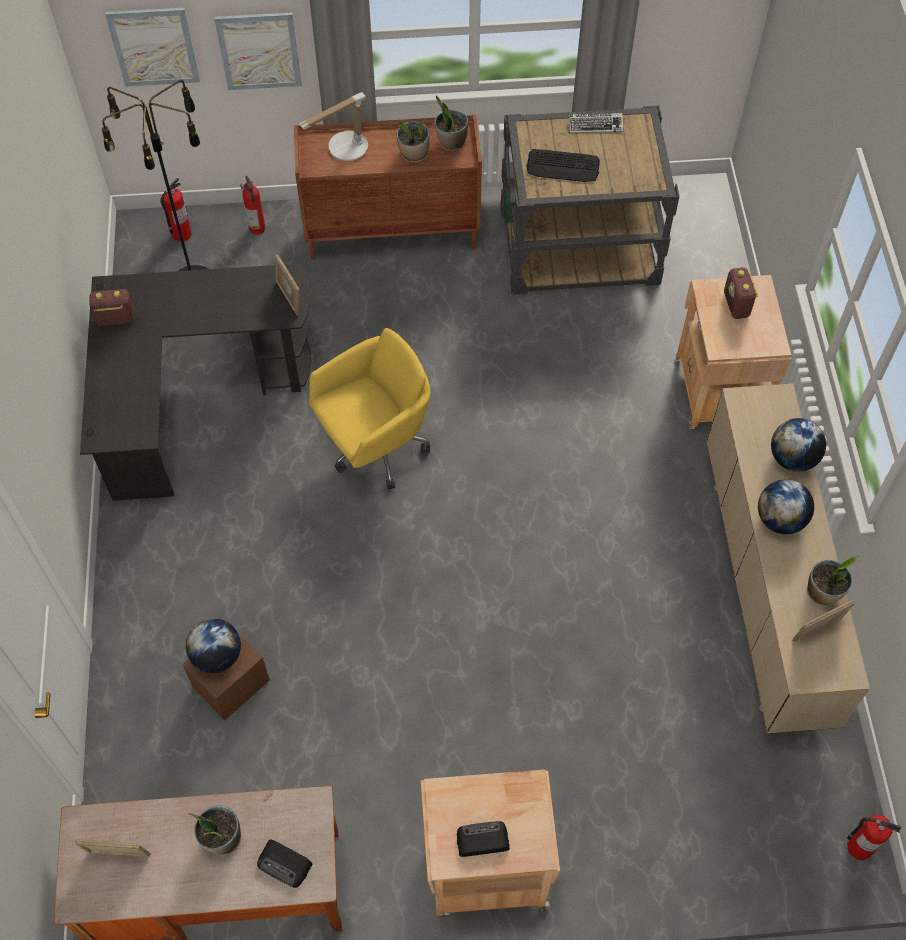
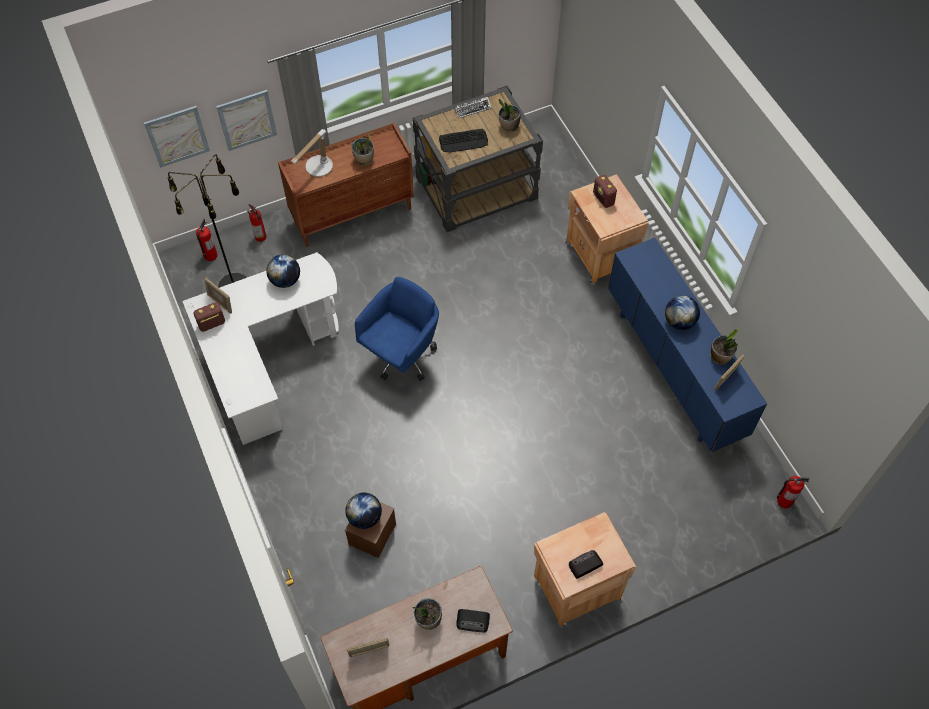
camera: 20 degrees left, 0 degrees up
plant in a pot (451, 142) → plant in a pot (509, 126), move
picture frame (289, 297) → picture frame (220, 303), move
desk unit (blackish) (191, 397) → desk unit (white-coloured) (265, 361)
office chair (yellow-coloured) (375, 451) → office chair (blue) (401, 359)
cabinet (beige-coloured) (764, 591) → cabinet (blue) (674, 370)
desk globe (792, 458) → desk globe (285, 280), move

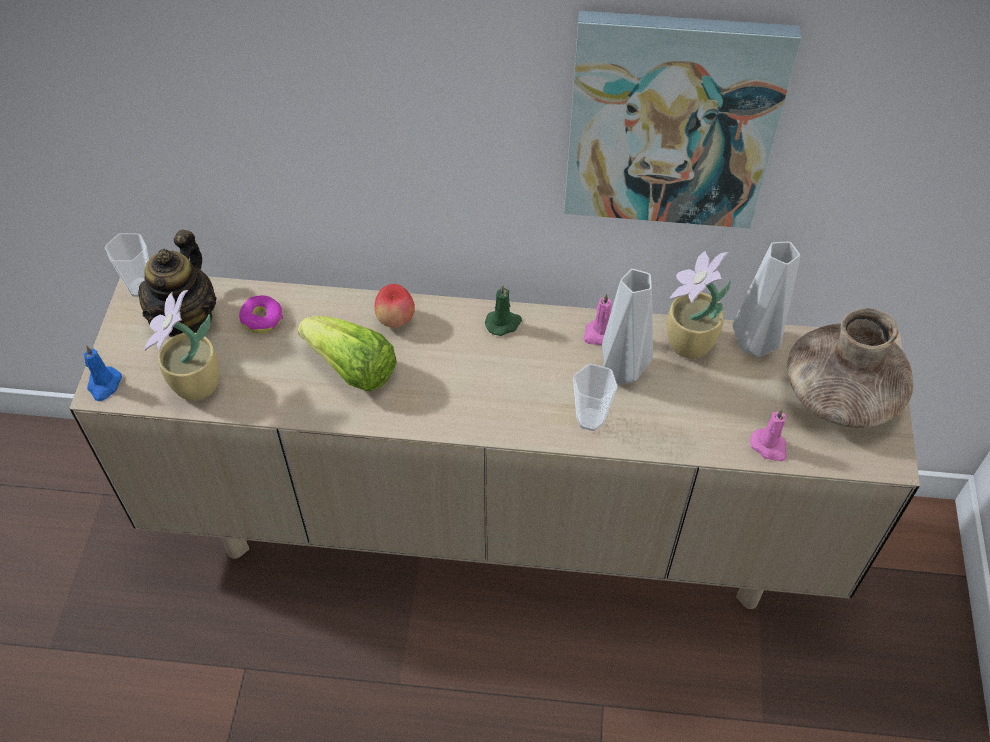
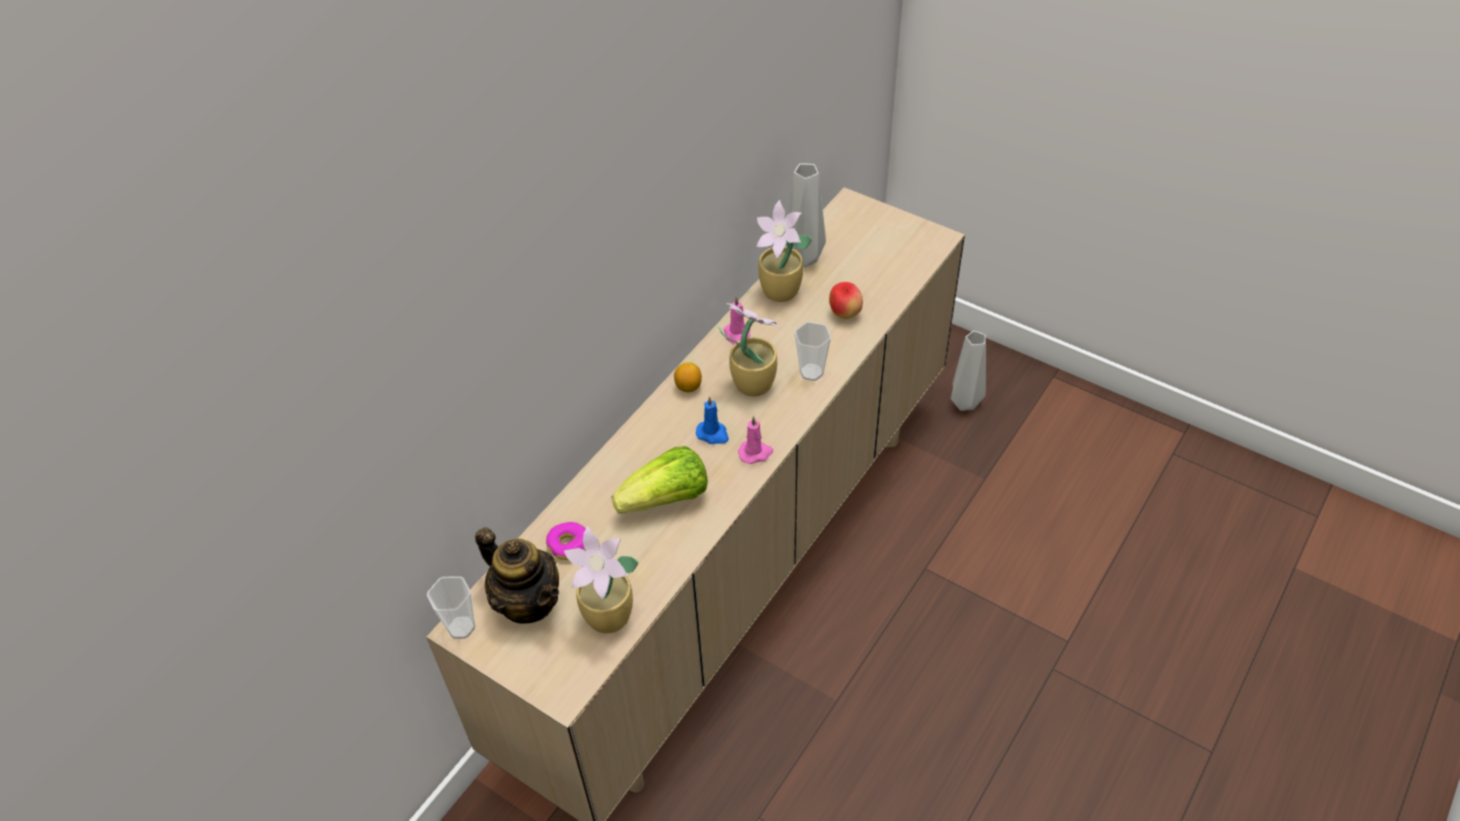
camera: 60 degrees left, 5 degrees down
wall picture (671, 122) → -
decorative vase (grey) (620, 372) → decorative vase (grey) (965, 404), move
apple fruit (395, 320) → apple fruit (845, 314), move
wax light (green) (503, 323) → citrus fruit (688, 386)
decorative vase (brownish) (840, 394) → -
wax light (blue) (104, 385) → wax light (blue) (713, 434), move
wax light (pink) (769, 446) → wax light (pink) (755, 453), move
- → plant in a pot (752, 382)

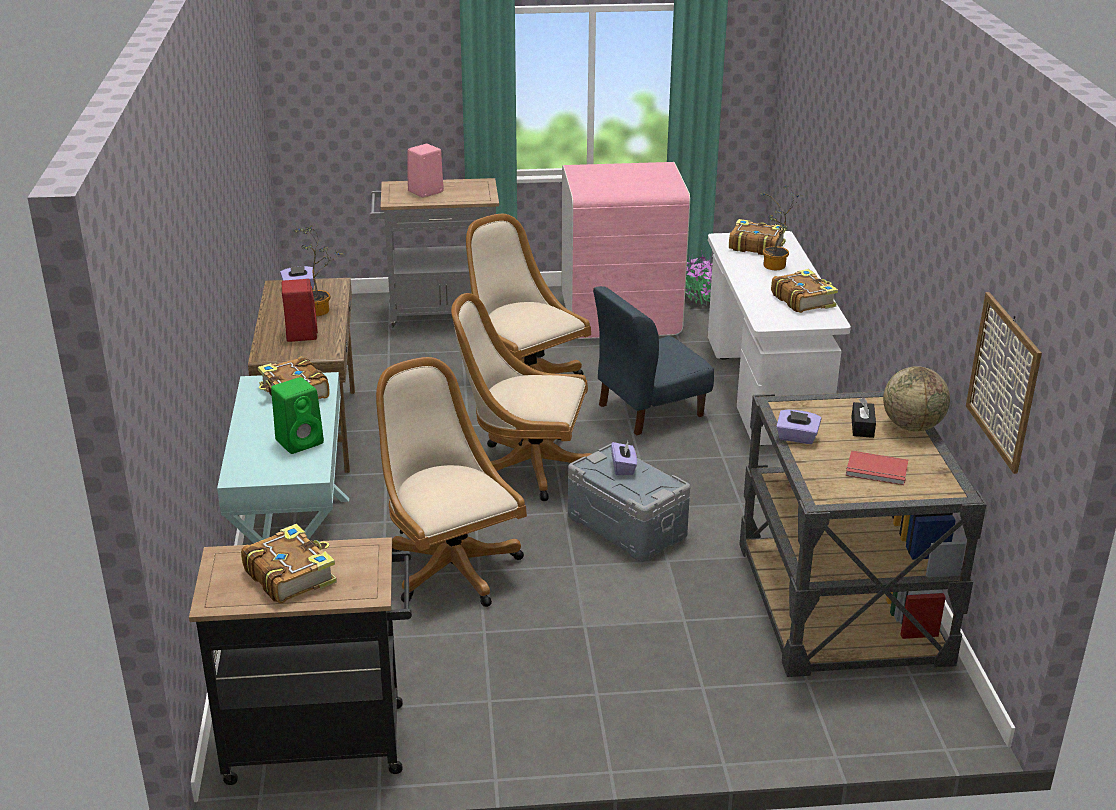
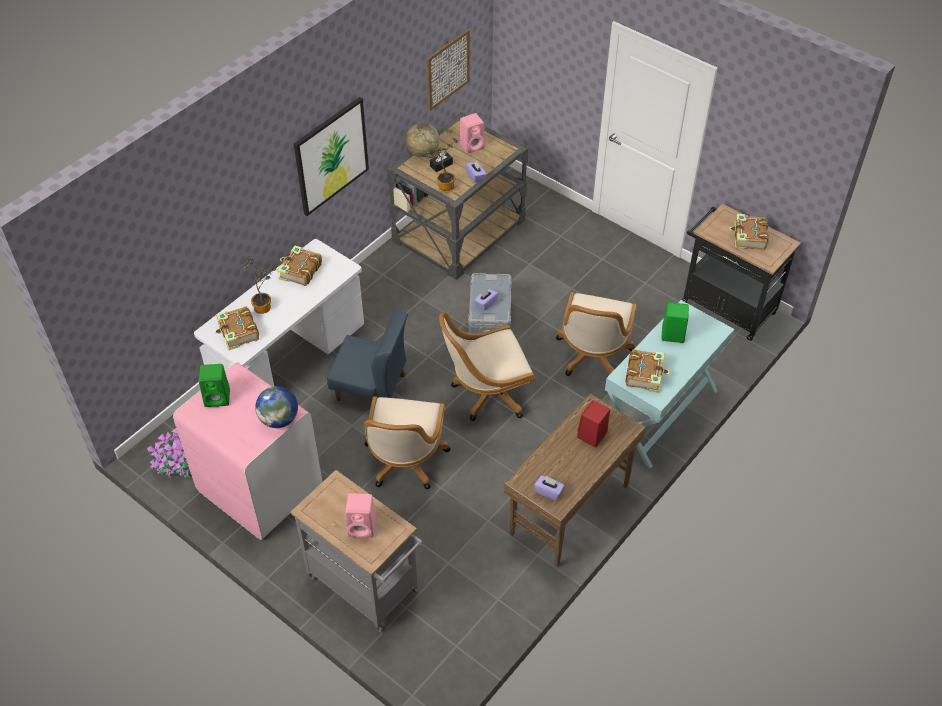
camera: 135 degrees left, 20 degrees up
plant in a pot (321, 310) → plant in a pot (443, 185), move
office chair (525, 466) → office chair (487, 394), 105 degrees clockwise
volume (reddish) (877, 471) → loudspeaker (pink) (472, 146)
- → wall picture (331, 156)
- → loudspeaker (green) (218, 397)
- → desk globe (279, 419)

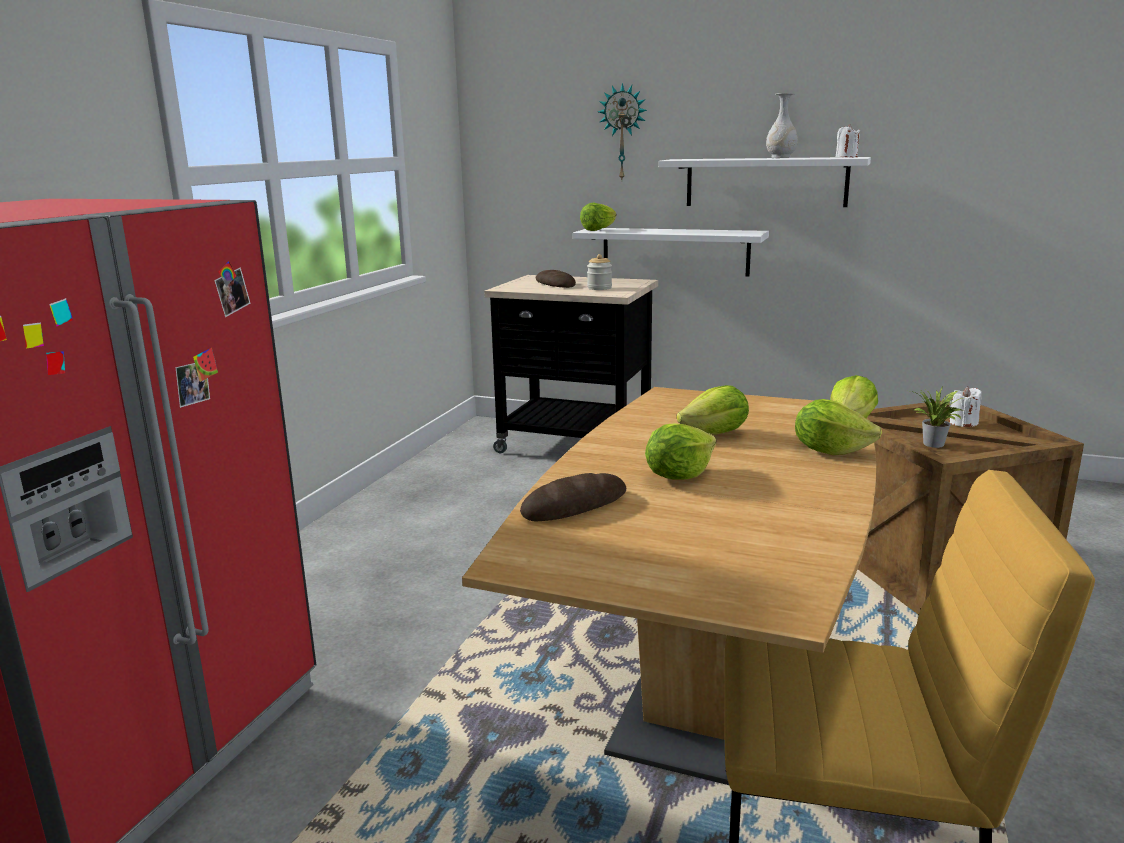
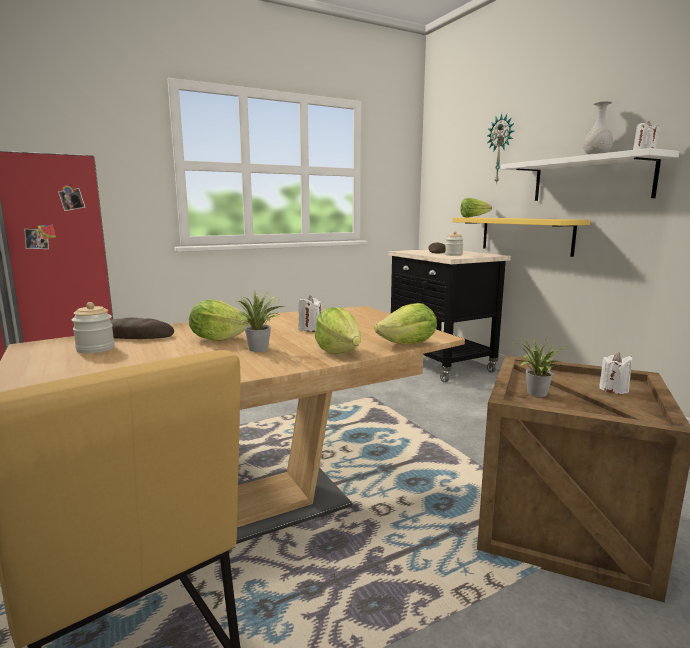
camera: 40 degrees right, 5 degrees down
shelf (white-coloured) (675, 251) → shelf (yellow-coloured) (525, 235)
head of lettuce (715, 434) → wax light (white-coloured) (310, 329)
- → plant in a pot (260, 349)
- → storage jar (95, 349)

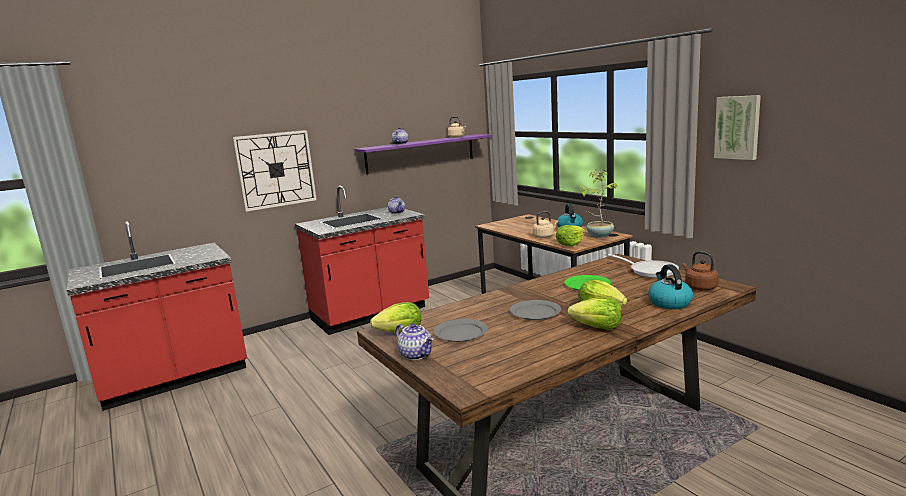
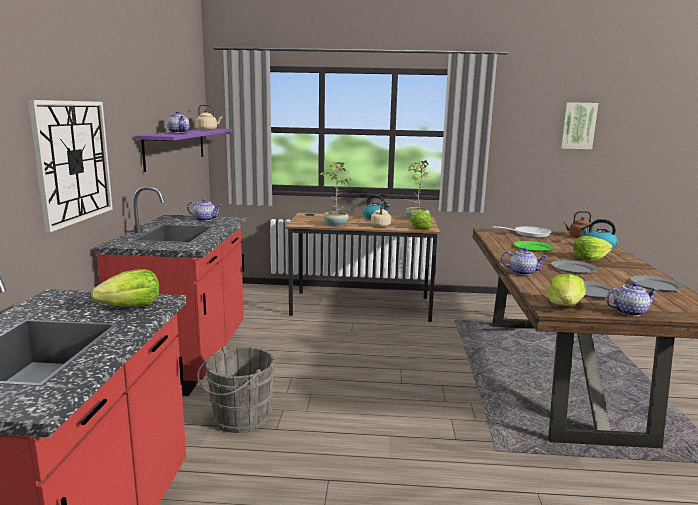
camera: 55 degrees left, 0 degrees up
wall picture (738, 127) → wall picture (578, 125), move
head of lettuce (597, 327) → head of lettuce (131, 306), move
- → plant in a pot (335, 225)
- → teapot (522, 272)
- → dinner plate (grey) (655, 285)
- → water bucket (grey) (238, 418)

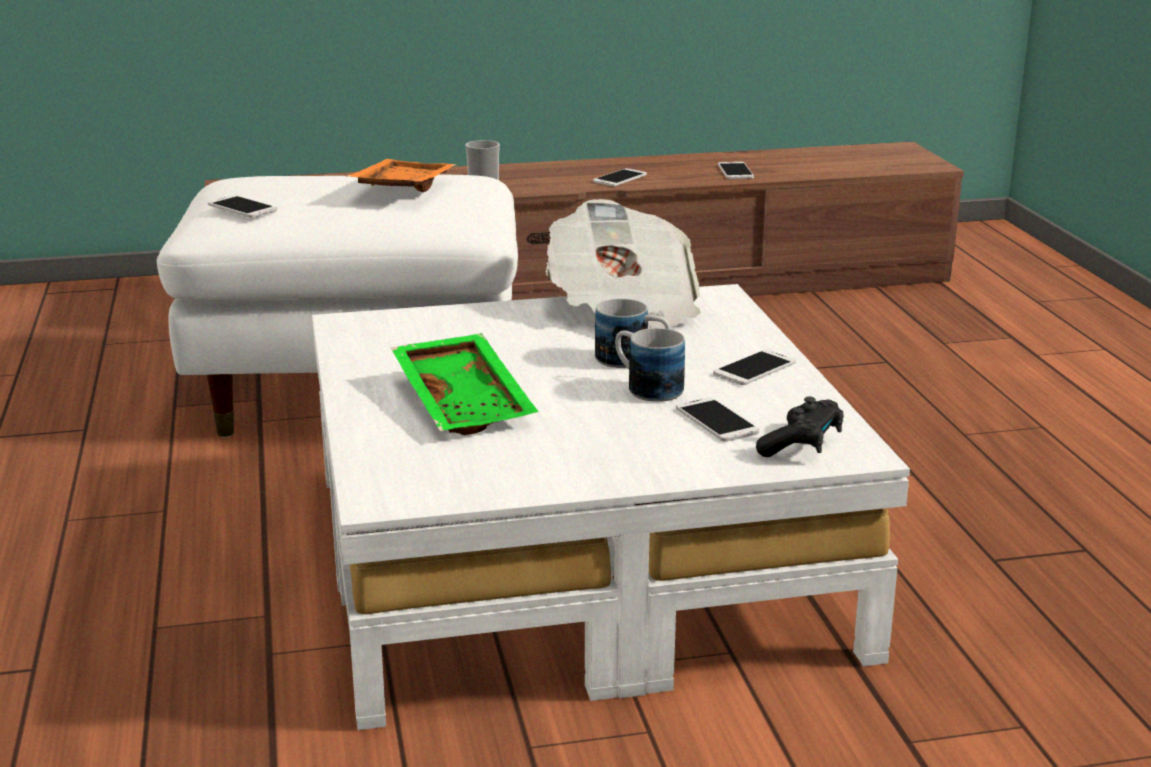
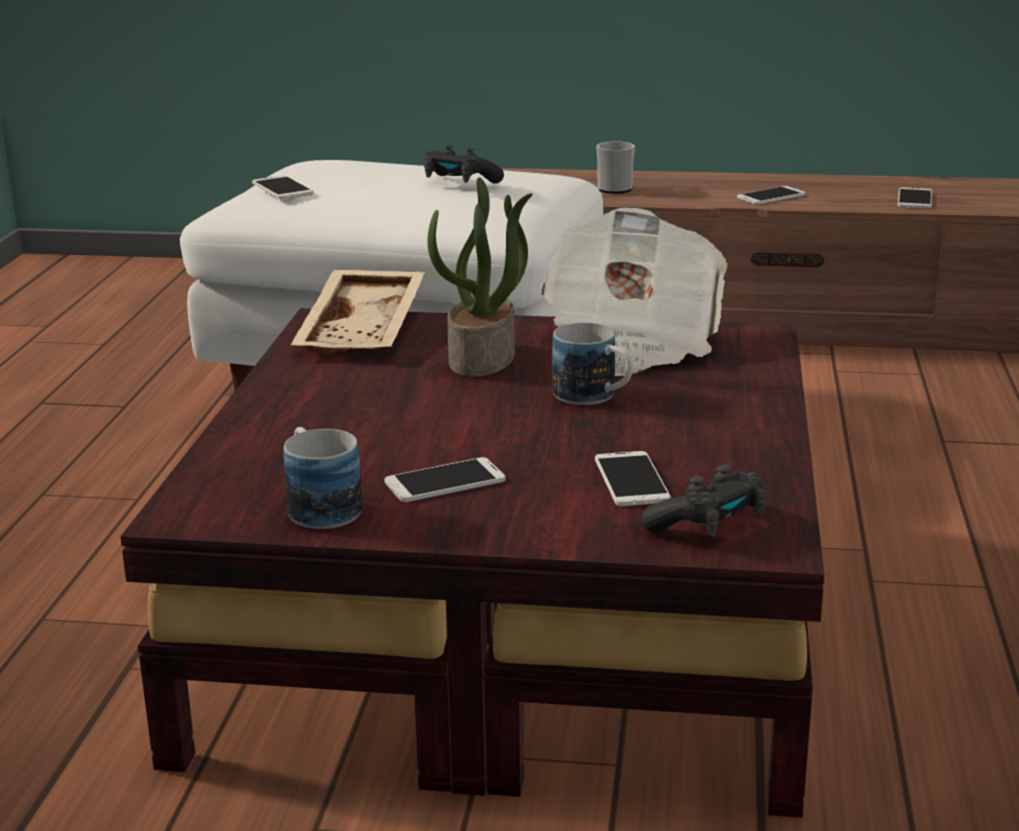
camera: 20 degrees right, 0 degrees up
serving tray (orangey) (401, 189) → game controller (blackish) (459, 183)
low table (white-coloured) (570, 559) → low table (brownish) (508, 620)
tea mug (646, 387) → tea mug (319, 506), move
serving tray (green) (466, 402) → -
phone (754, 368) → phone (445, 481), move
- → plant in a pot (483, 359)
- → serving tray (beige-coloured) (365, 331)

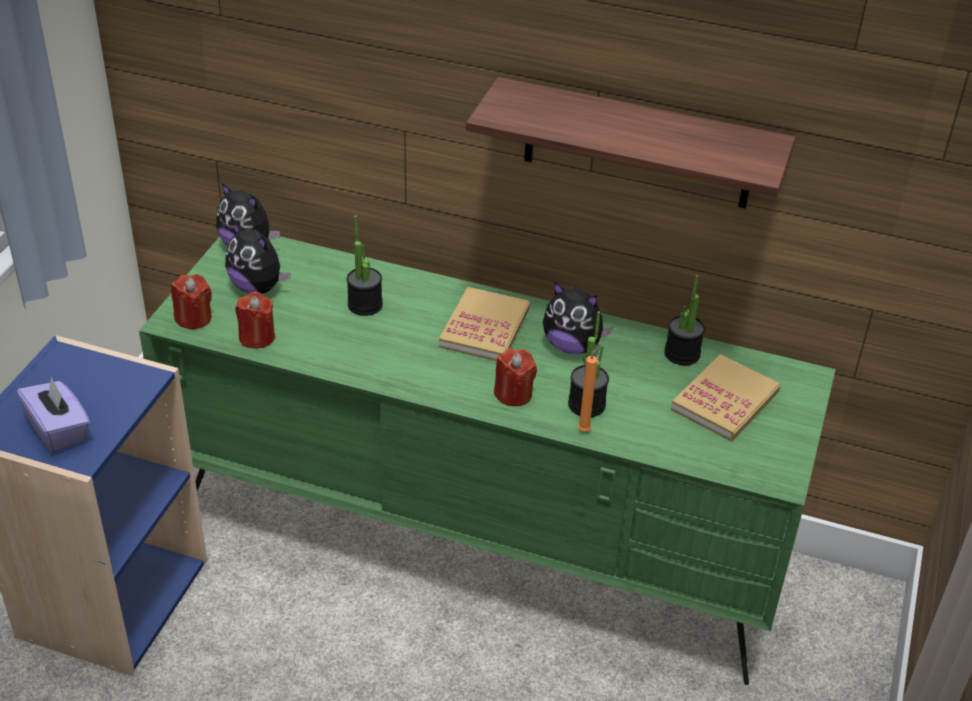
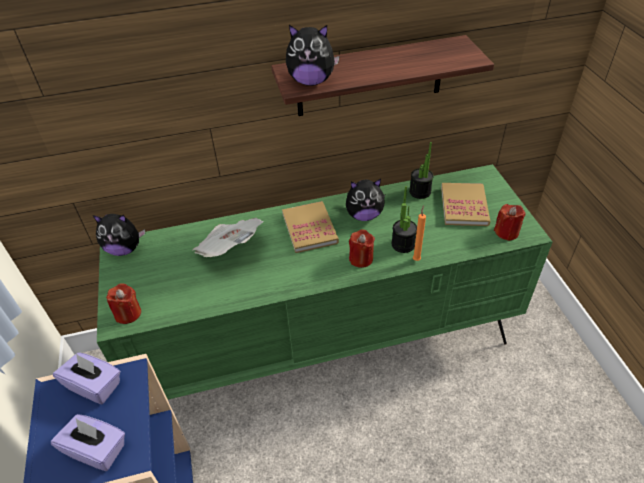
camera: 30 degrees left, 5 degrees up
plant in a pot (365, 305) → printed paper (230, 249)
cuddly toy (258, 287) → cuddly toy (311, 81), move
wax light (reddish) (257, 337) → wax light (reddish) (506, 232), move
- → tissue box (purplish) (95, 385)

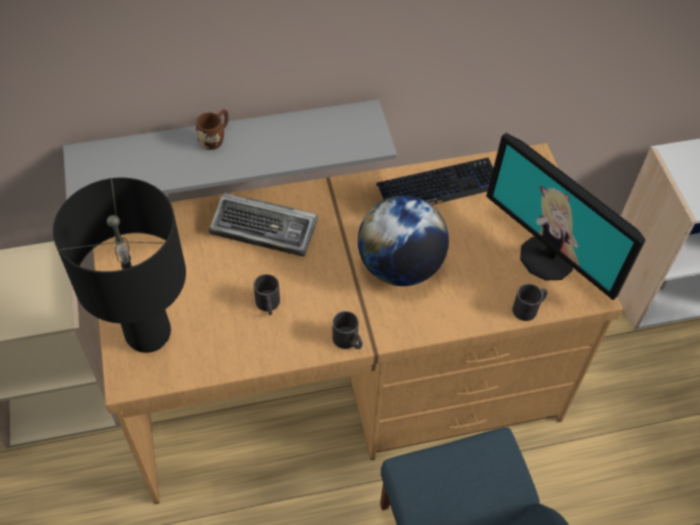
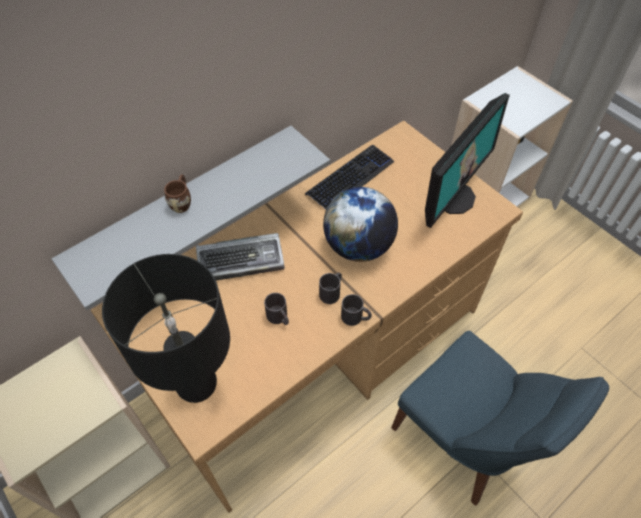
camera: 25 degrees left, 0 degrees up
computer display (547, 258) → computer display (454, 197), 75 degrees counterclockwise
tea mug (blackish) (529, 308) → tea mug (blackish) (332, 292), move

